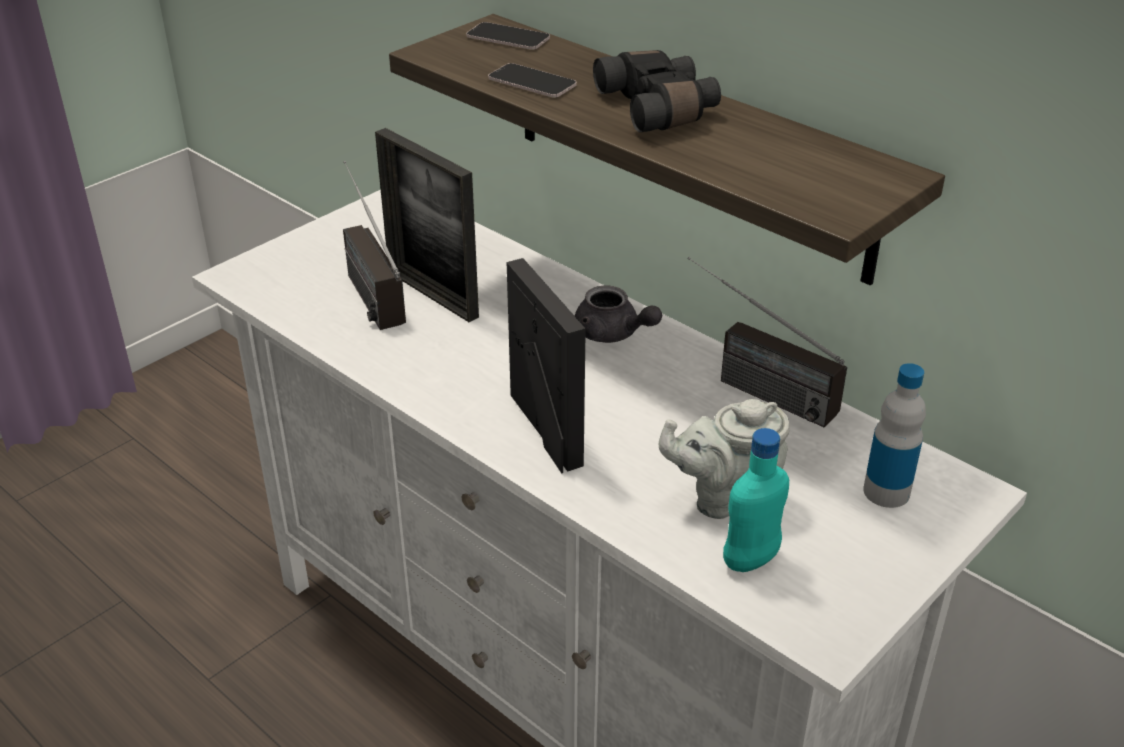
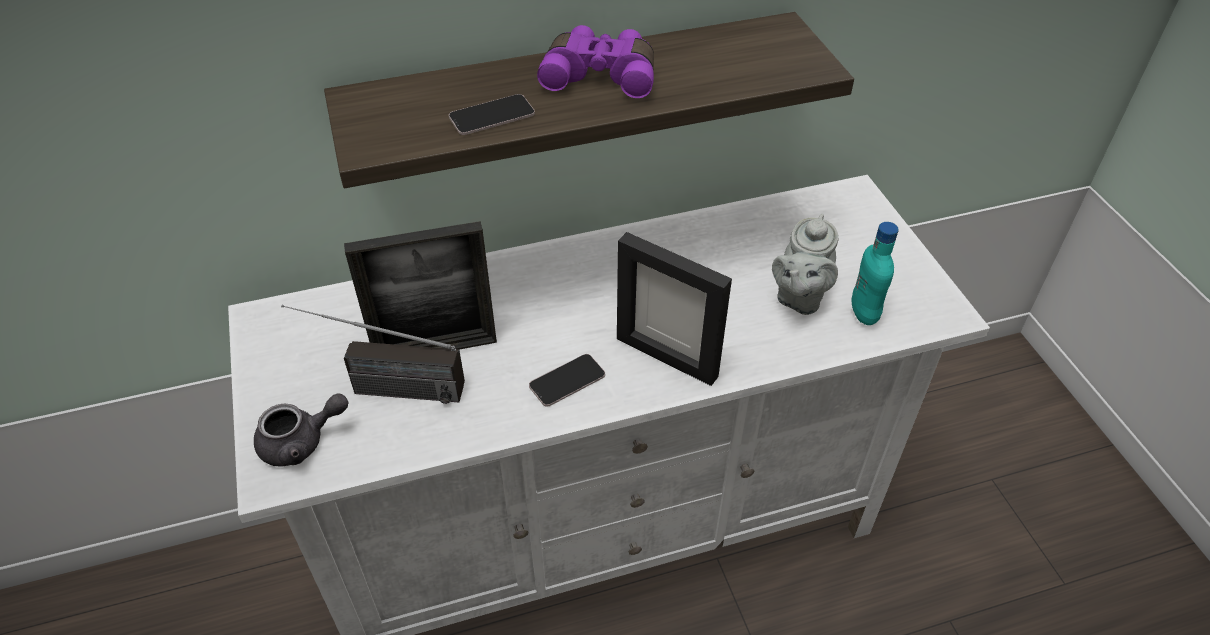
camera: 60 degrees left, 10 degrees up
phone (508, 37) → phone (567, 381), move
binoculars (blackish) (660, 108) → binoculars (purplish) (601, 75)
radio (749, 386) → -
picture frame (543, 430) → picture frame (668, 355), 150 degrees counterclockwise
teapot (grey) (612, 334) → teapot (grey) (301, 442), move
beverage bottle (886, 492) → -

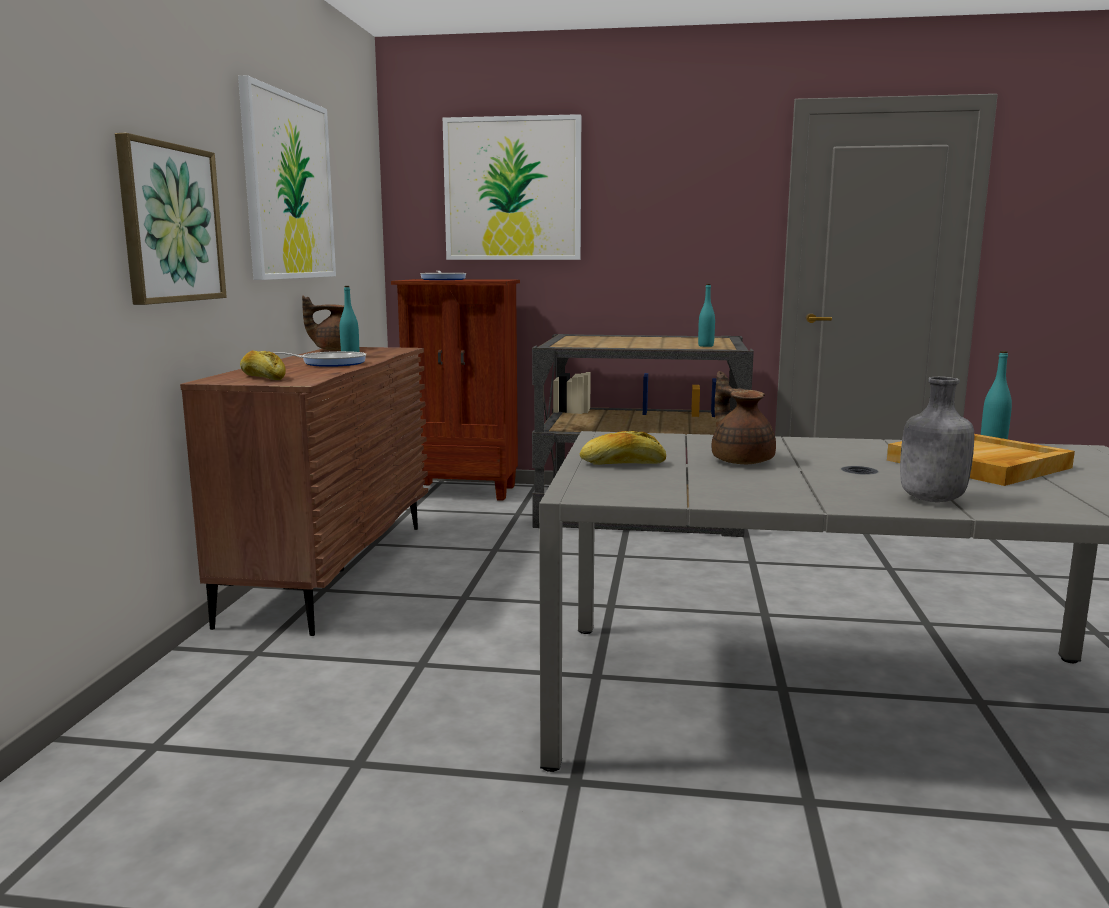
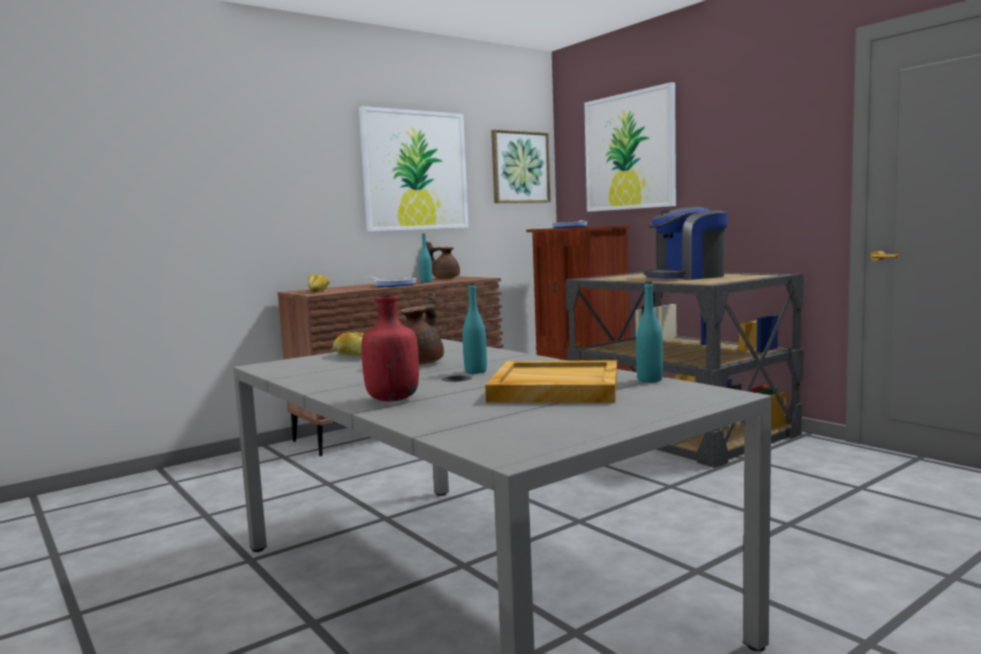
camera: 45 degrees right, 5 degrees down
wall picture (170, 223) → wall picture (520, 167), move
beverage bottle (blue-green) (705, 346) → beverage bottle (blue-green) (475, 371), move
beverage bottle (grey) (930, 499) → beverage bottle (reddish) (392, 399)
- → coffee machine (687, 277)

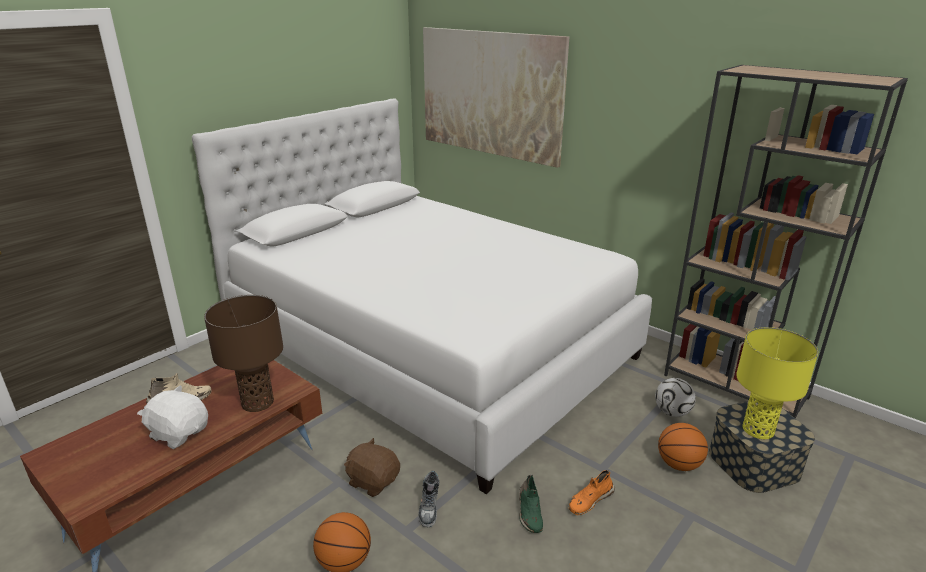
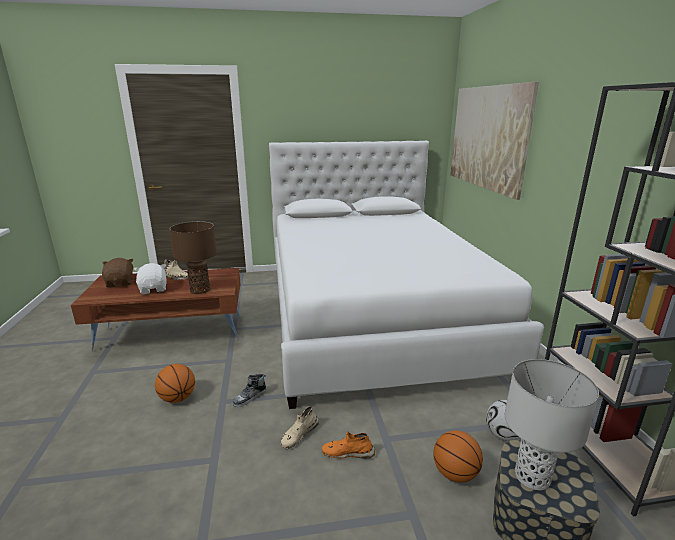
camera: 40 degrees right, 5 degrees down
lamp for a table (yellow-coloured) (758, 430) → lamp for a table (white-coloured) (532, 477)
cuddly toy (brownish) (373, 481) → cuddly toy (brownish) (120, 283), move
shoe (green) (529, 512) → shoe (beige-coloured) (299, 434)

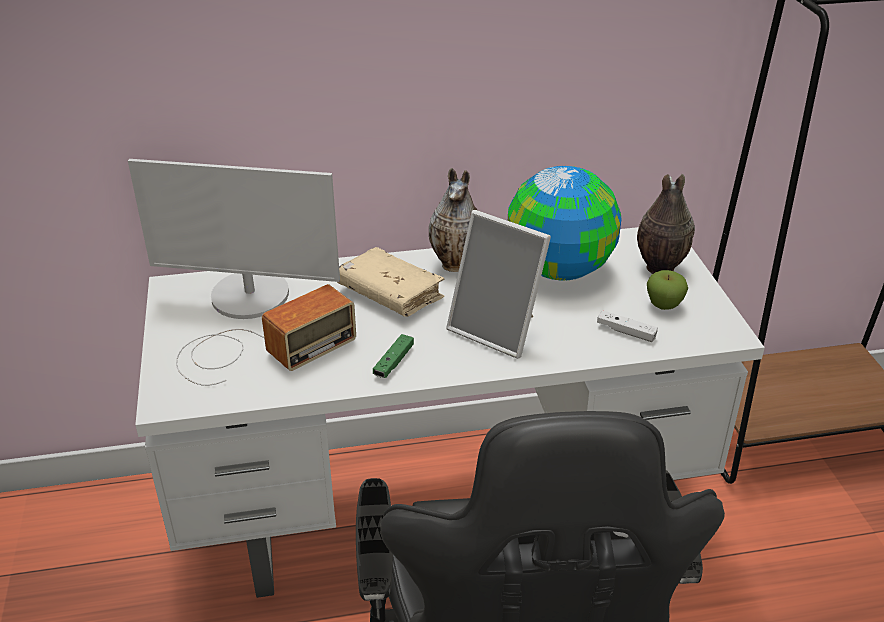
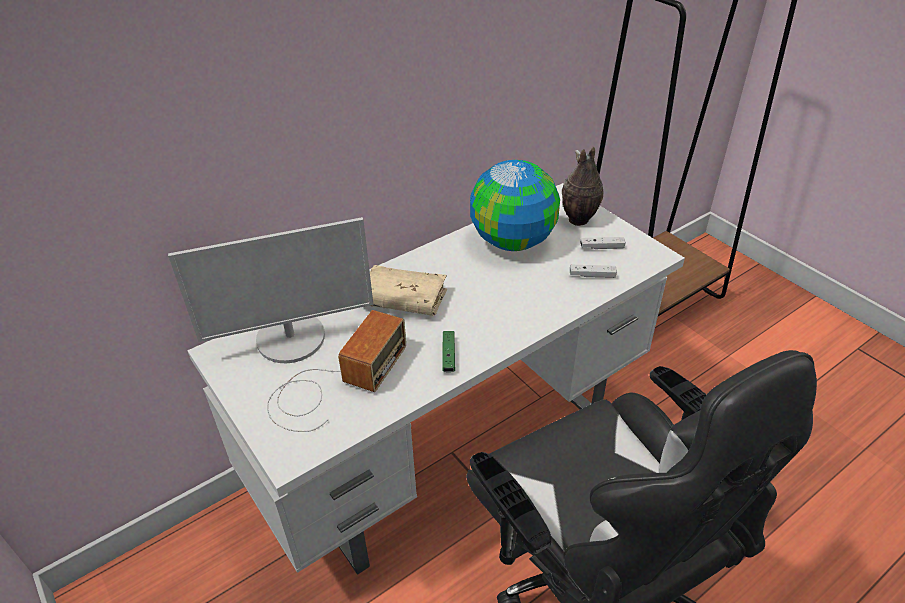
camera: 25 degrees left, 5 degrees up
decorative vase (458, 265) → -
picture frame (498, 330) → -
apple fruit (664, 305) → game controller (white-coloured) (601, 247)

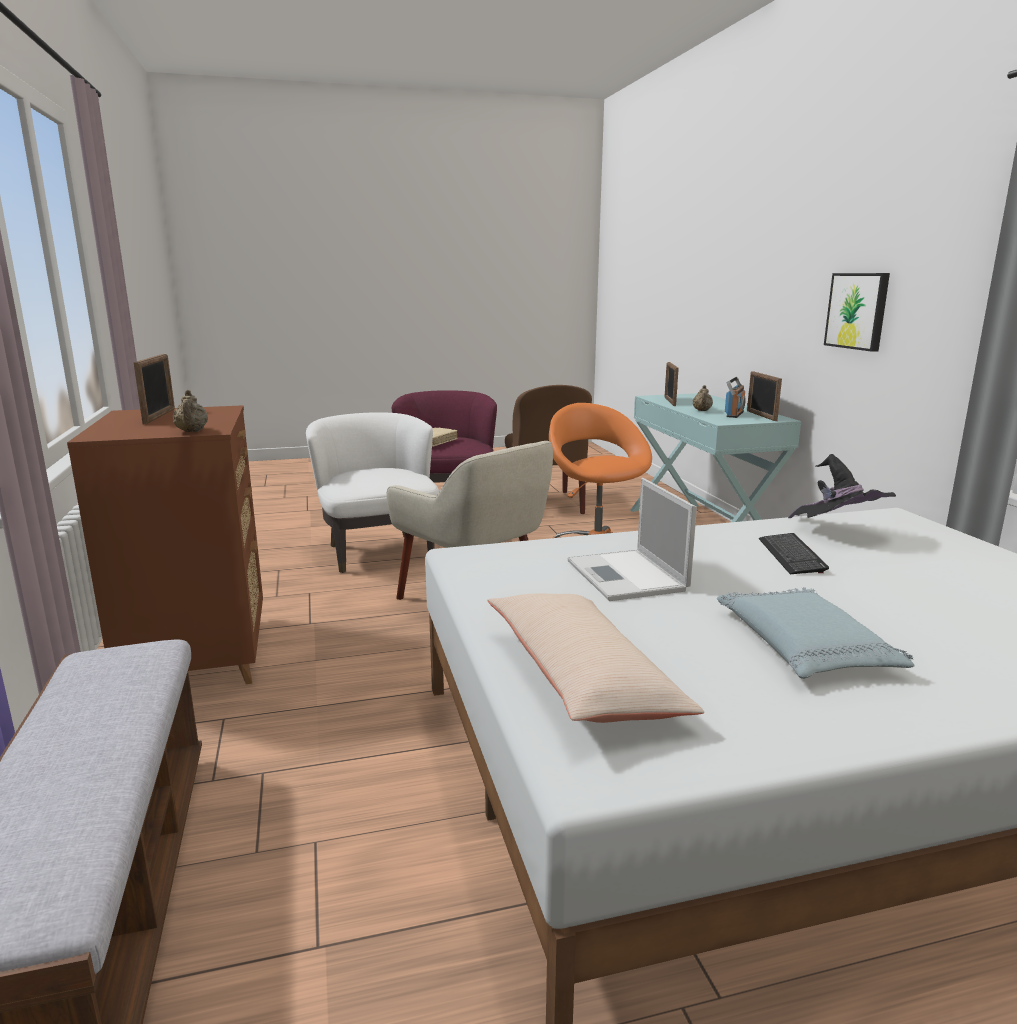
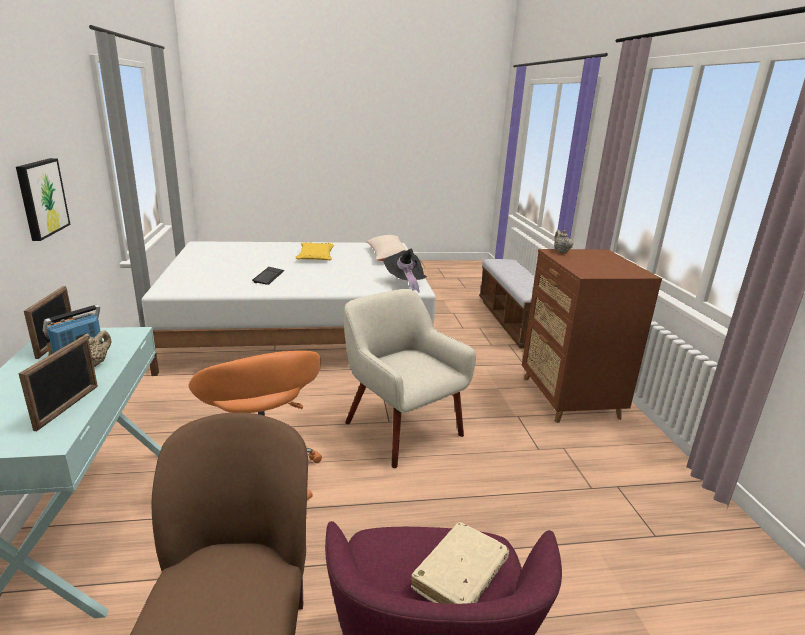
camera: 175 degrees left, 5 degrees up
picture frame (159, 416) → -
easy chair (white-coloured) (378, 551) → -
wearable hat (blackish) (837, 532) → wearable hat (blackish) (405, 283), move
portable computer (627, 576) → -
throw pillow (blue) (804, 642) → throw pillow (yellow-coloured) (315, 255)

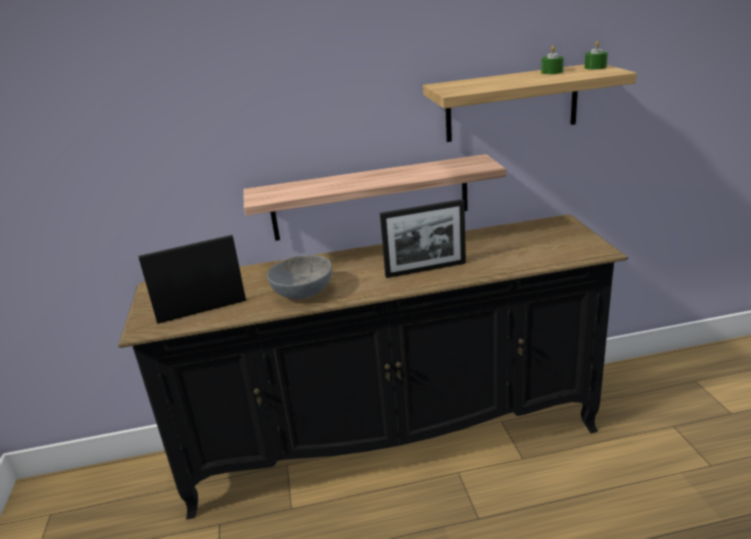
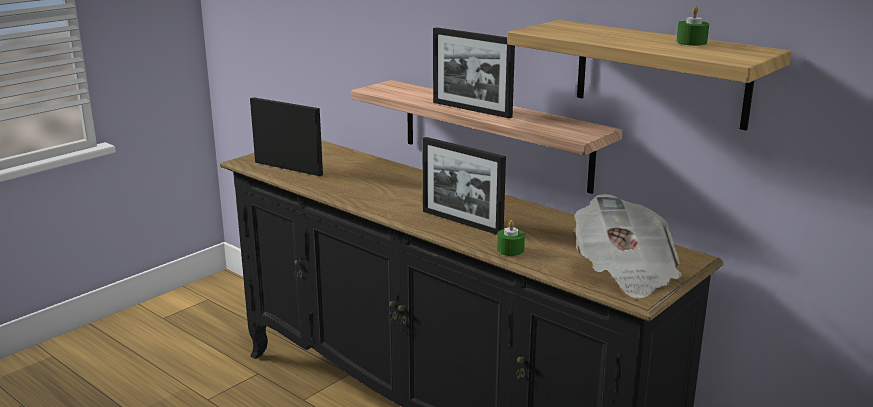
camera: 50 degrees right, 5 degrees down
wax light (green) (595, 67) → wax light (green) (510, 250), move
bowl (grey) (302, 292) → -
- → picture frame (471, 109)
- → printed paper (625, 272)

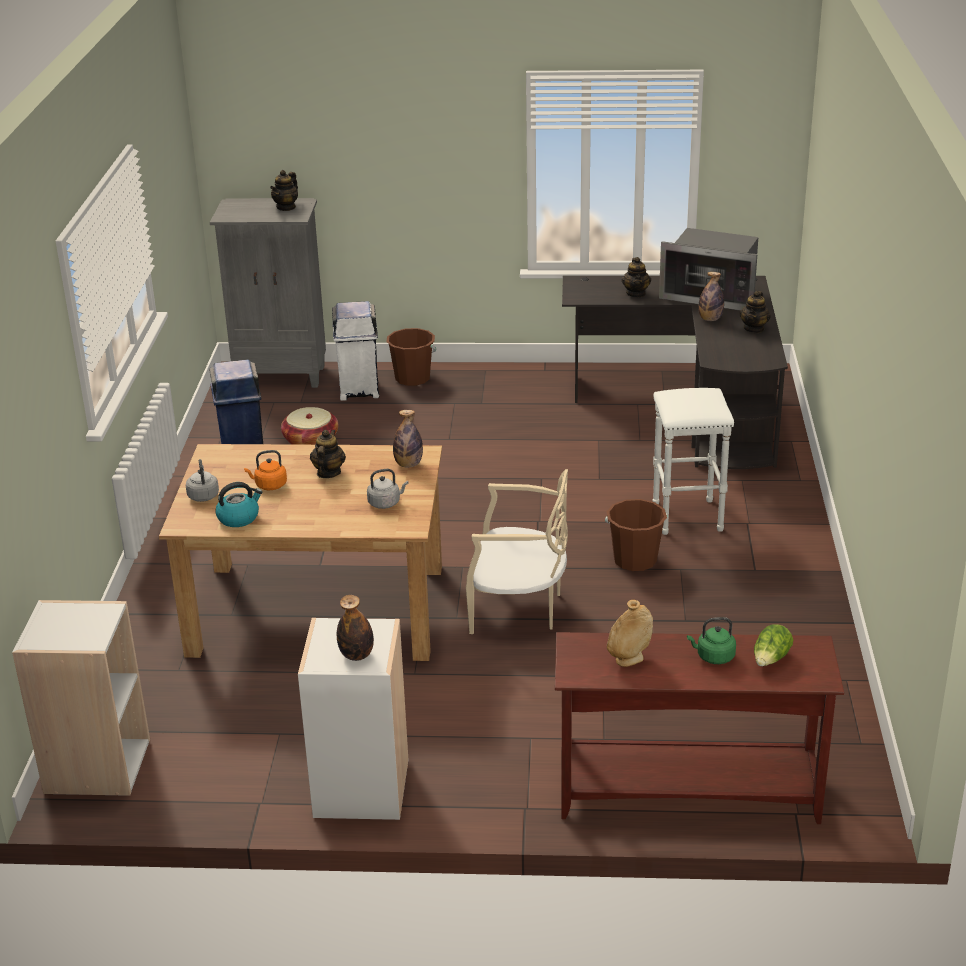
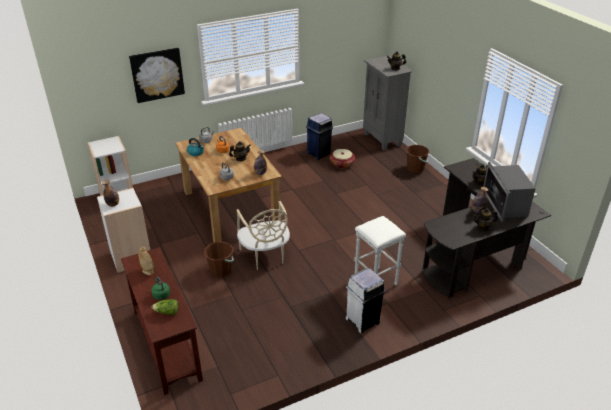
camera: 60 degrees right, 5 degrees up
trash can (white-coloured) (359, 390) → trash can (white-coloured) (363, 320), move
water bucket (brownish) (635, 560) → water bucket (brownish) (221, 271), move
- → wall picture (157, 74)

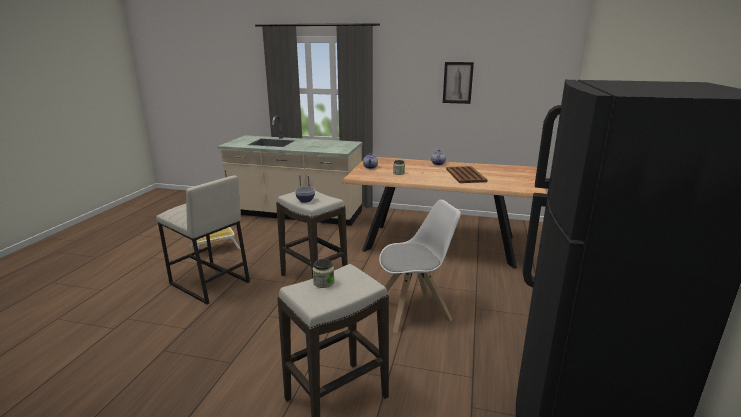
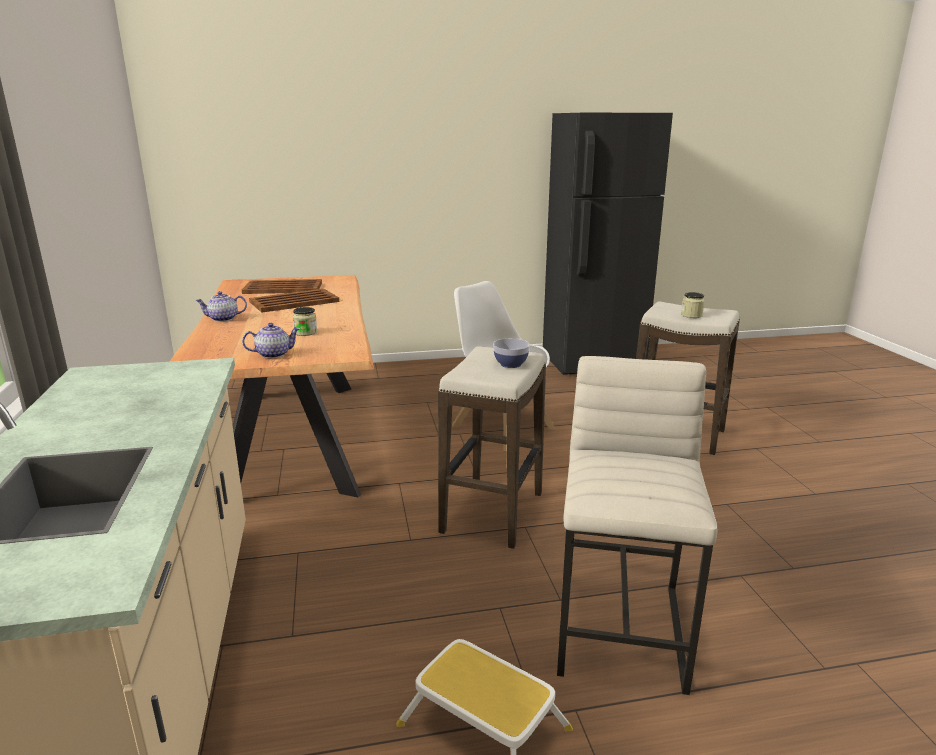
camera: 115 degrees left, 0 degrees up
wall picture (457, 82) → -
- → serving tray (brownish) (282, 288)

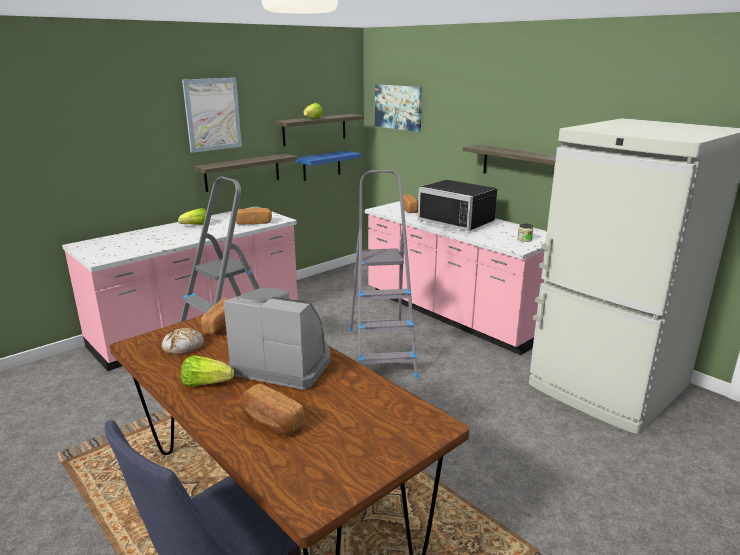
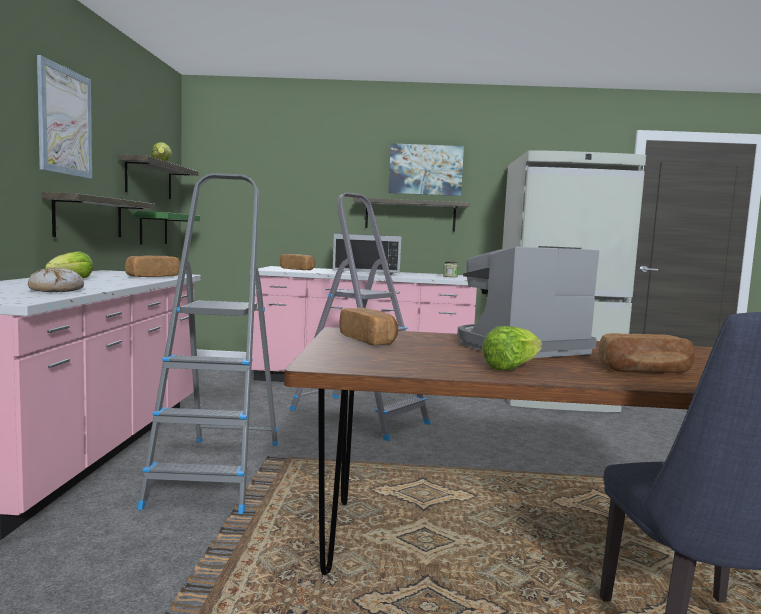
camera: 45 degrees left, 15 degrees down
wall picture (398, 107) → wall picture (425, 170), move
shelf (blue) (321, 165) → shelf (green) (153, 228)
bread (183, 346) → bread (56, 290), move

